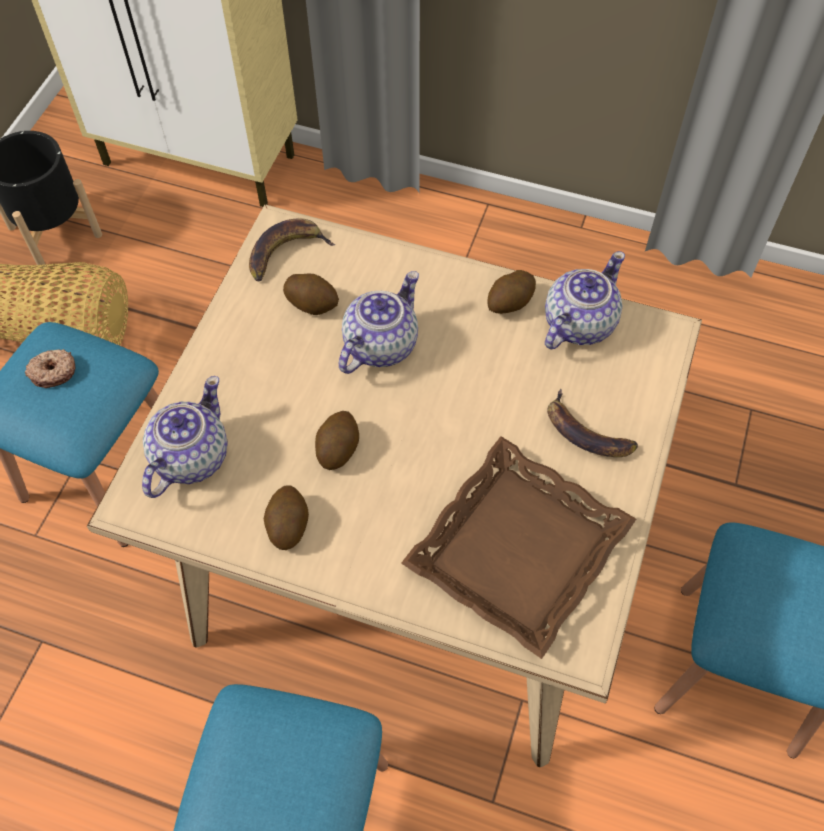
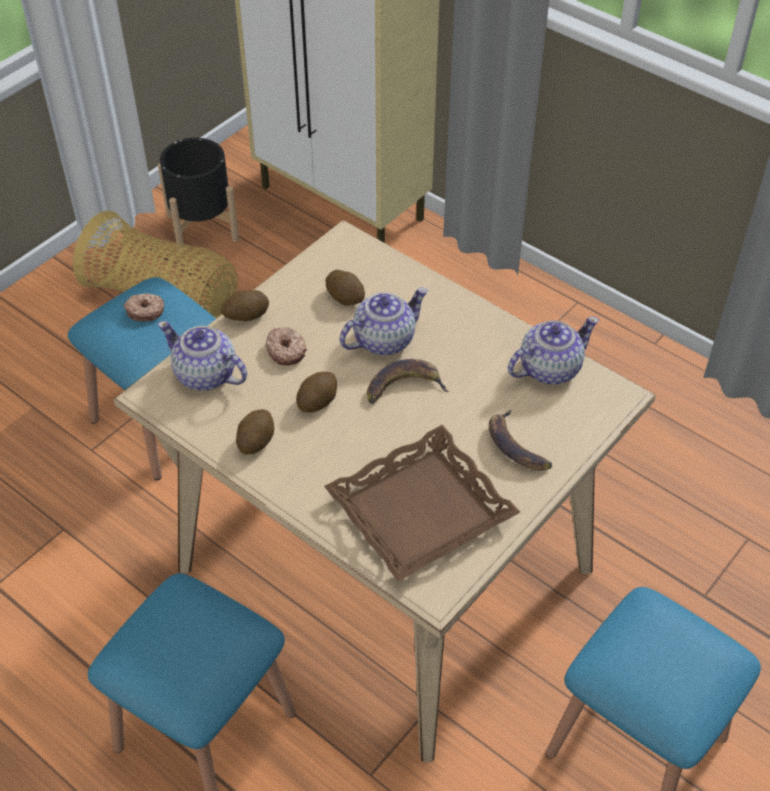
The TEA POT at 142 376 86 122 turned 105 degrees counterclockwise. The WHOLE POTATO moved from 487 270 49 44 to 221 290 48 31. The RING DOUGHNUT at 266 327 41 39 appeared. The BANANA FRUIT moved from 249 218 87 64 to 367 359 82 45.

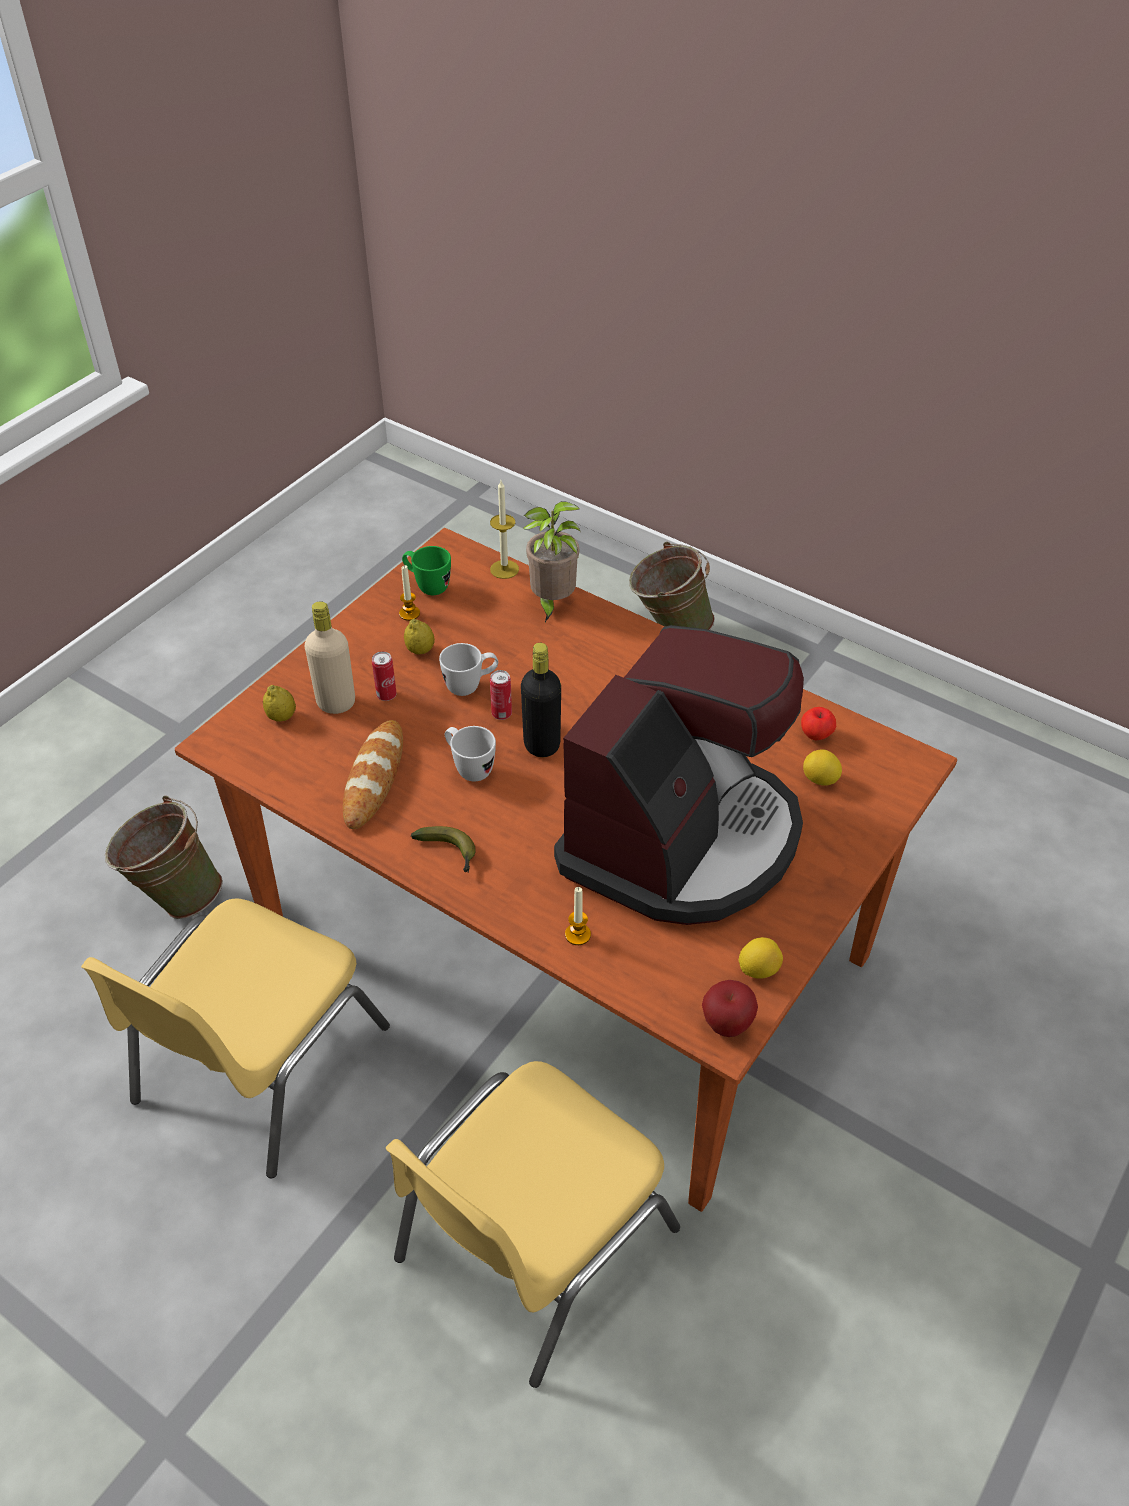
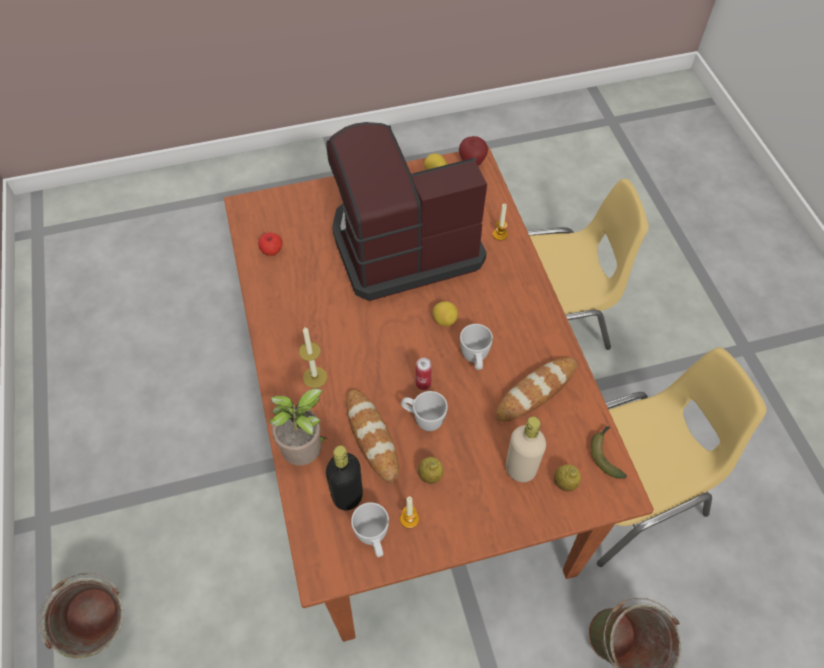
The CANDLE moved from 490 481 29 98 to 299 327 28 61. The BLACK BOTTLE moved from 521 643 40 114 to 326 445 37 66. The BAKED BREAD at 346 390 53 93 appeared. The GREEN-COLOURED MUG at 402 546 49 49 became the WHITE-COLOURED MUG at 351 502 38 55. The WHOLE LEMON moved from 803 749 39 37 to 433 301 25 26. The BANANA FRUIT moved from 411 826 65 47 to 591 426 36 53. The METAL CAN at 372 651 25 50 disappeared.

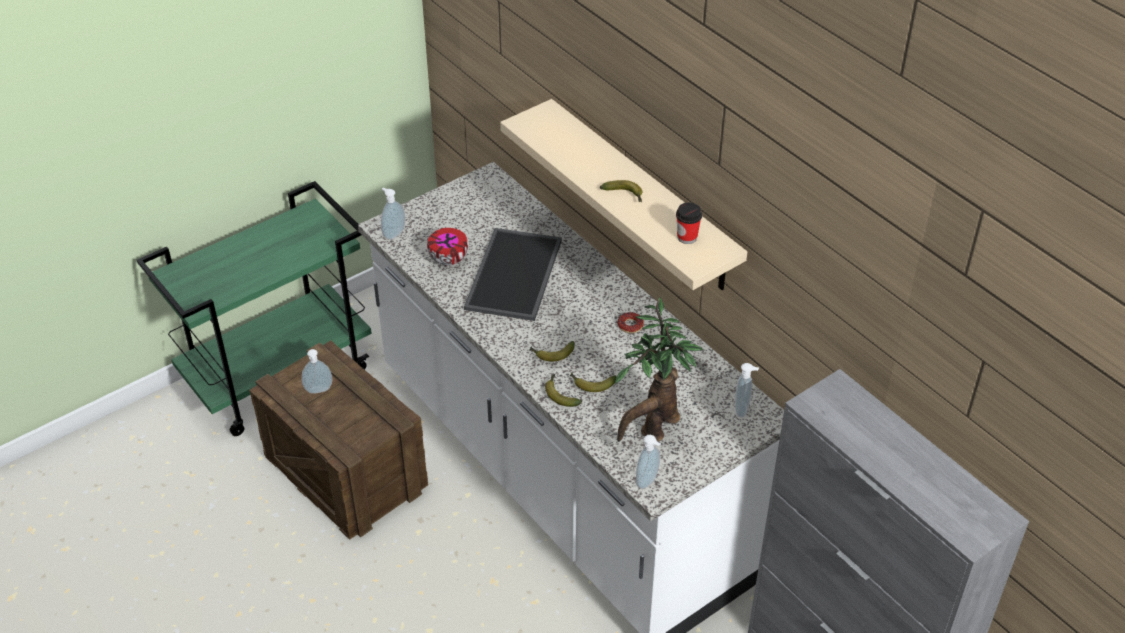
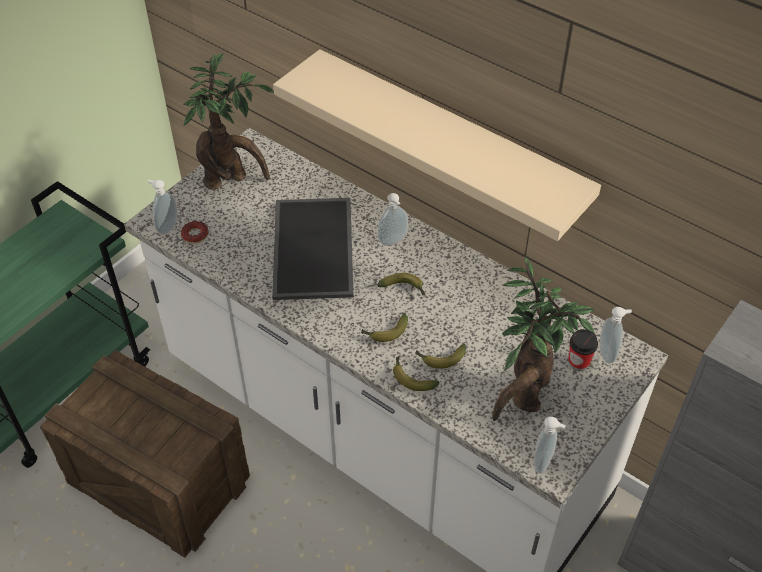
The RING DOUGHNUT moved from 617 312 27 21 to 181 221 27 23. The POTTED PLANT at 183 53 91 137 appeared. The LIQUID SOAP BOTTLE moved from 301 349 31 45 to 377 193 31 53. The BANANA FRUIT moved from 600 180 42 22 to 377 273 48 22. The SMALL CUP moved from 676 202 26 42 to 568 329 30 42. The BOWL at 427 228 41 38 disappeared.

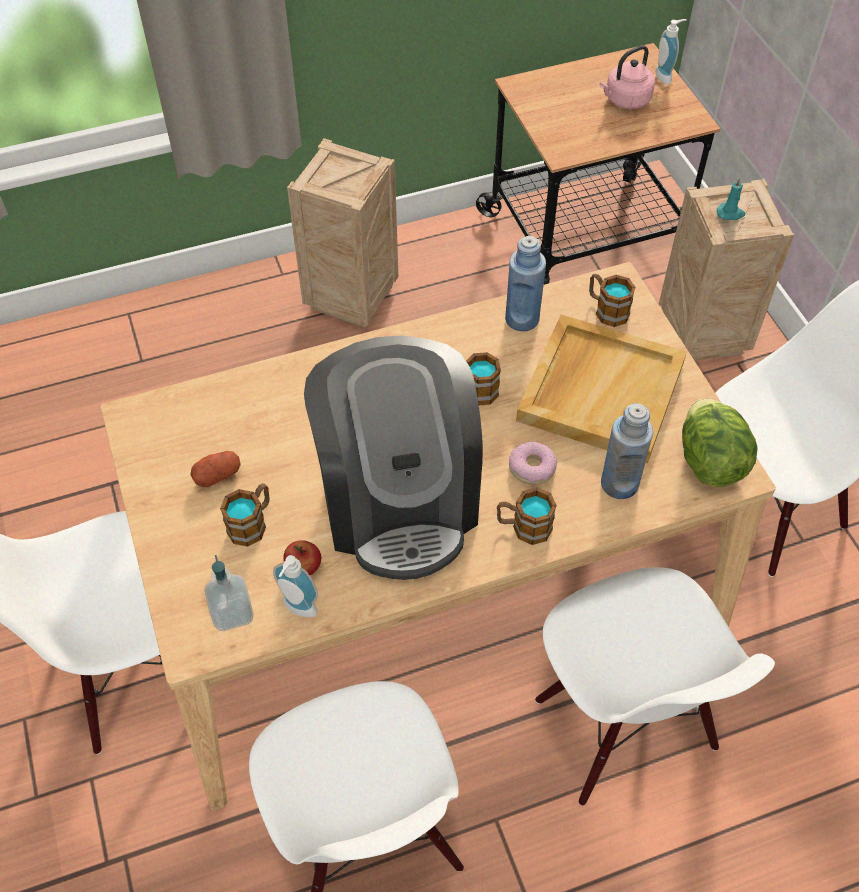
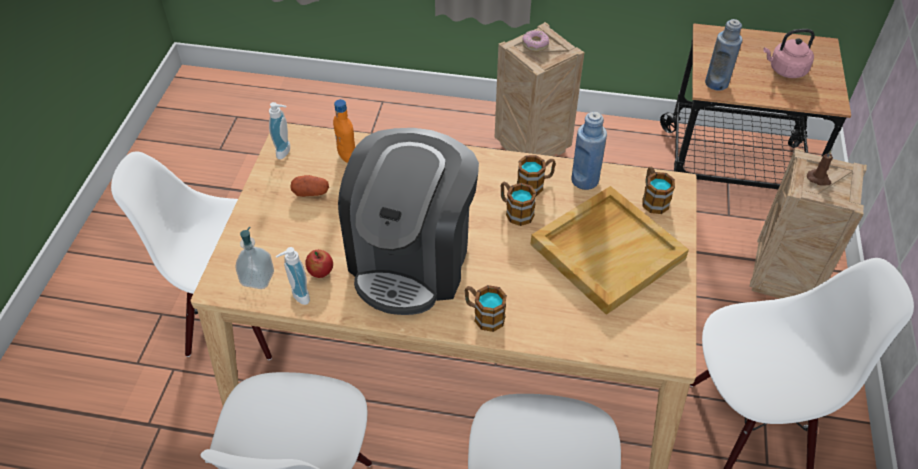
The LIQUID SOAP BOTTLE moved from 655 19 32 65 to 269 102 21 57. The ORANGE-COLOURED BOTTLE at 333 99 22 64 appeared. The MUG moved from 220 483 50 64 to 517 155 39 41. The RING DOUGHNUT moved from 509 441 48 44 to 522 30 27 22. The BLUE BOTTLE moved from 601 403 52 96 to 705 19 37 72. The BLUE-GREEN CANDLE at 717 178 28 42 became the BROWN CANDLE at 807 150 26 36. The LETTUCE at 682 398 76 89 disappeared.

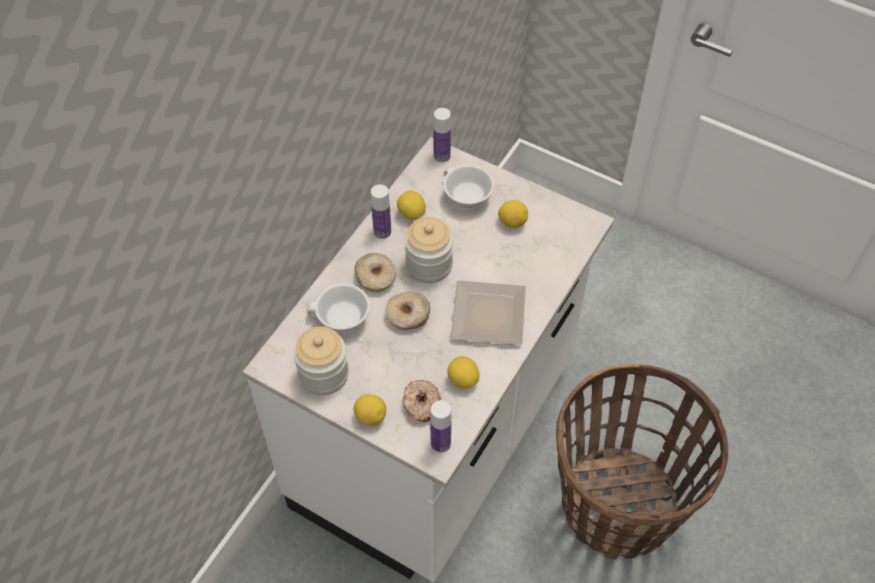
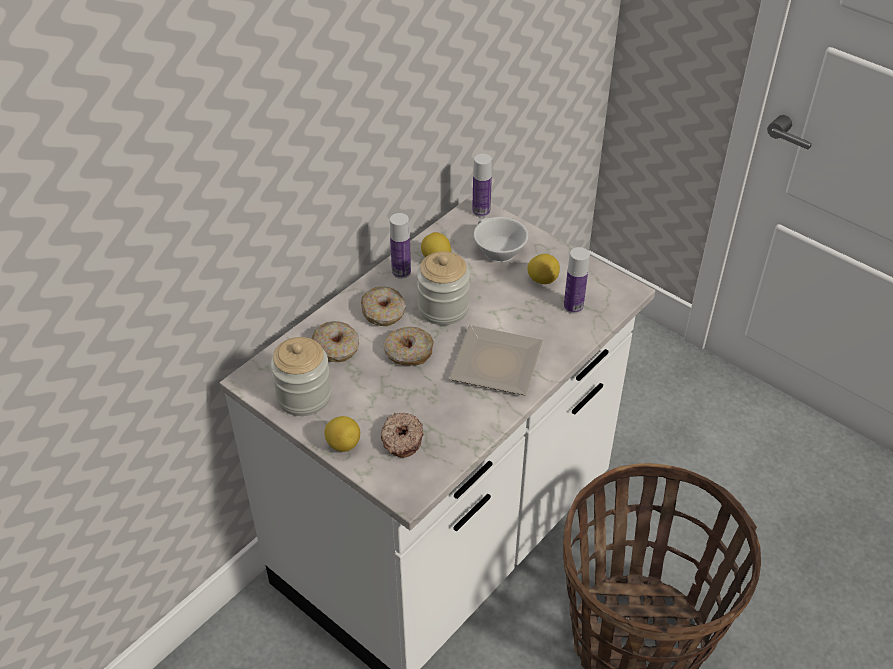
The WHITE-COLOURED SMALL CUP at 307 284 63 48 was replaced by the RING DOUGHNUT at 312 321 47 41. The BOTTLE moved from 430 400 22 53 to 564 247 26 67. The WHOLE LEMON at 447 356 32 33 disappeared.

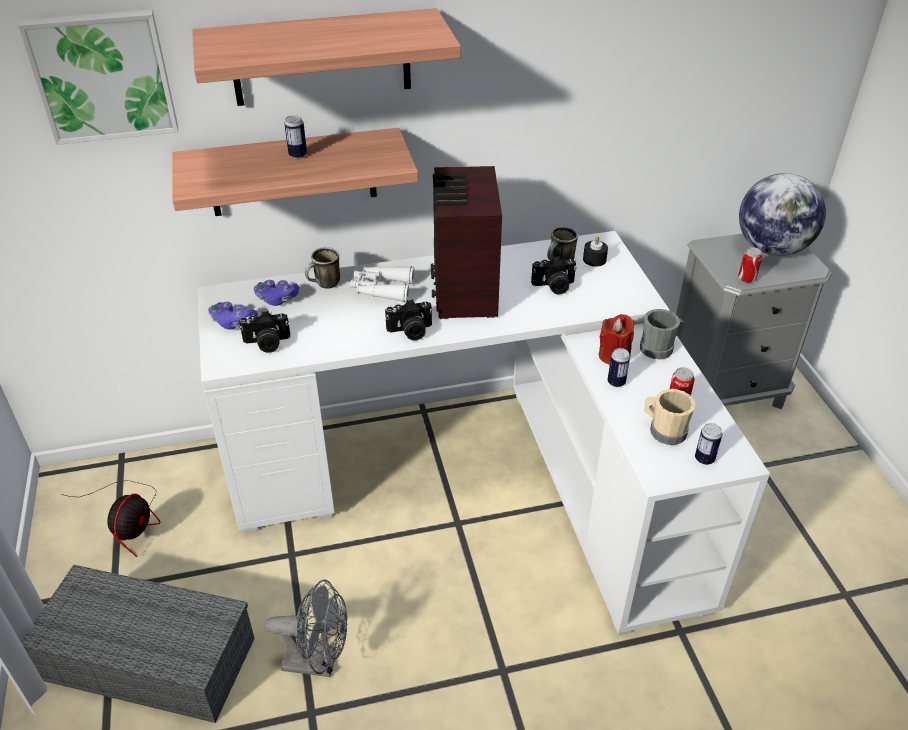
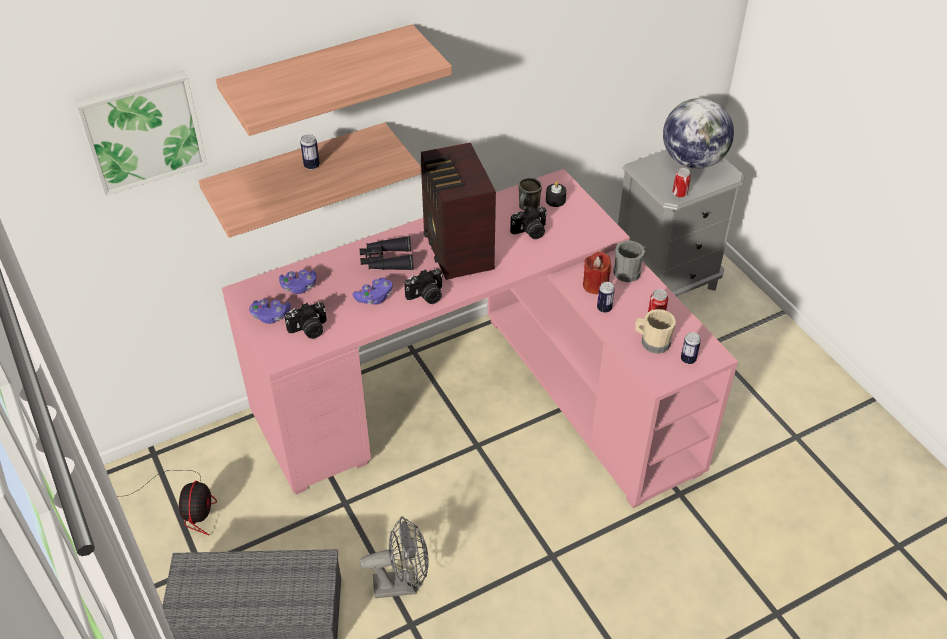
The WHITE-COLOURED DESK TABLE at 198 231 572 404 became the PINK DESK TABLE at 222 169 516 339. The PURPLE JOYPAD at 353 278 40 26 appeared. The WHITE-COLOURED FIELD GLASSES at 350 266 65 37 became the BLACK FIELD GLASSES at 360 236 54 34. The MUG at 305 247 35 42 disappeared.

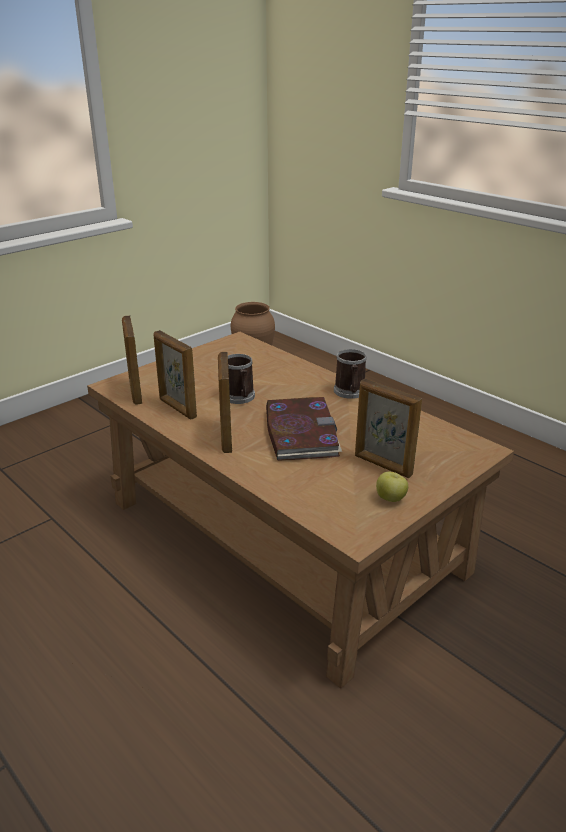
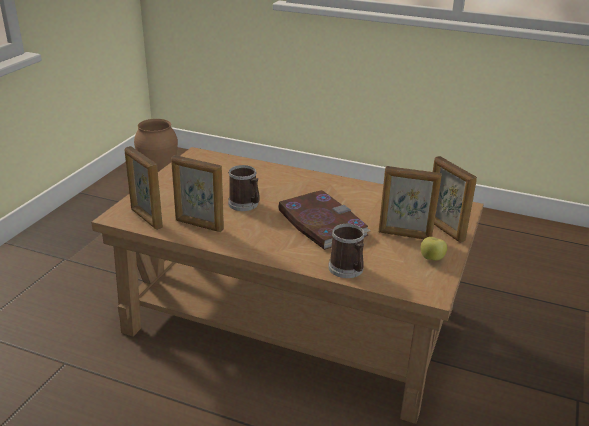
The MUG moved from 334 349 33 50 to 328 224 37 54. The PHOTO FRAME moved from 218 352 14 101 to 433 156 44 87.

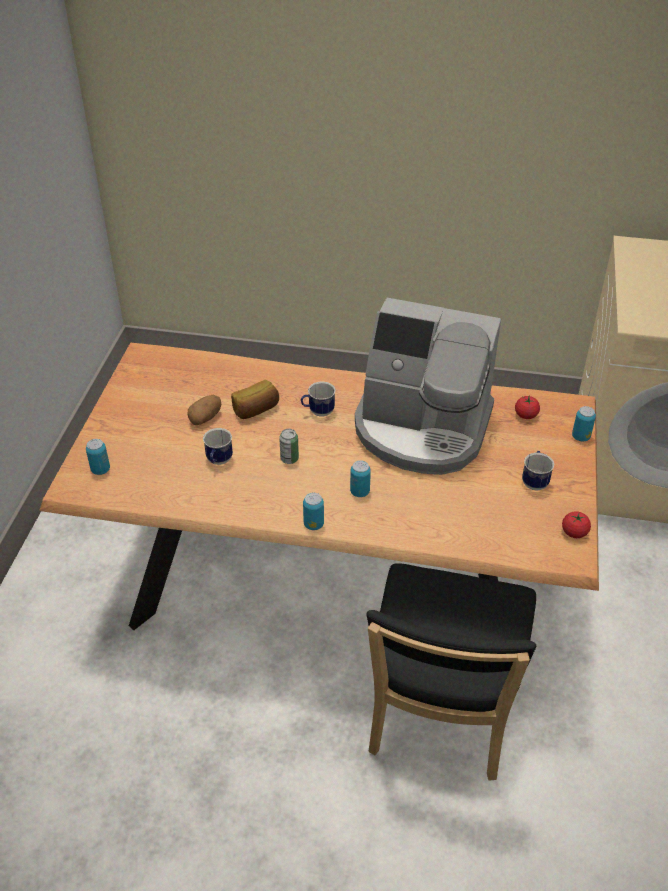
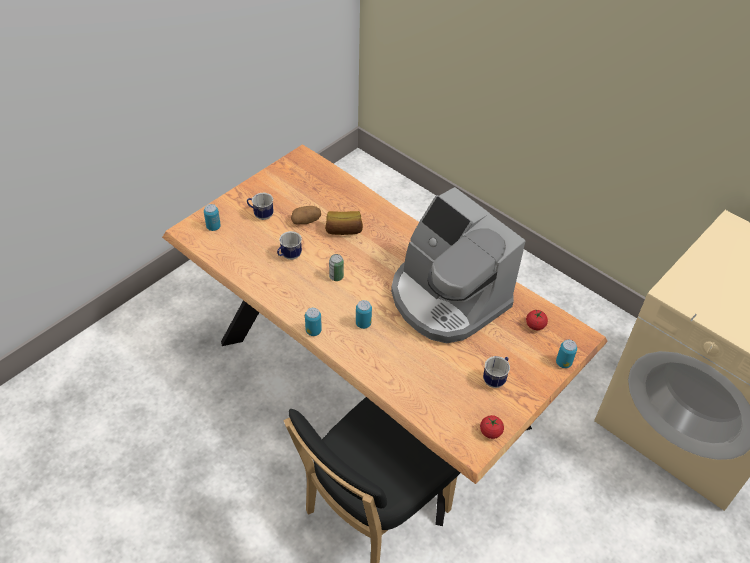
The MUG moved from 301 381 35 36 to 247 193 27 27.

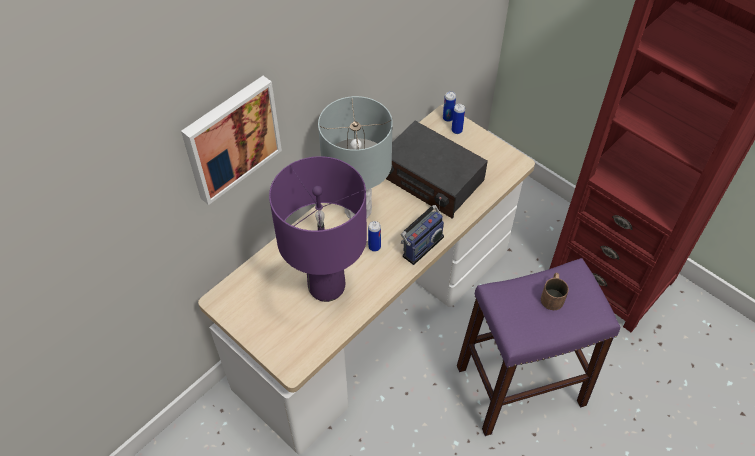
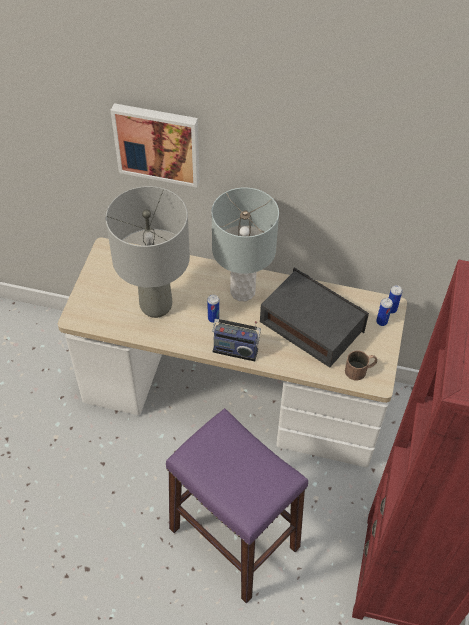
The PURPLE TABLE LAMP at 269 156 98 146 became the GREYISH TABLE LAMP at 106 186 84 132. The RADIO RECEIVER at 386 121 102 98 turned 120 degrees clockwise. The BROWN MUG moved from 541 273 28 37 to 345 351 32 29.

